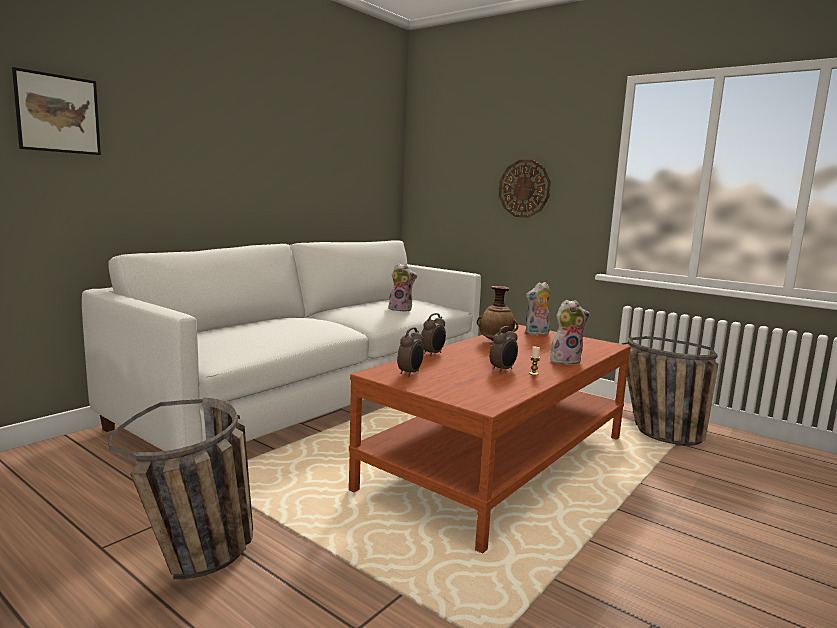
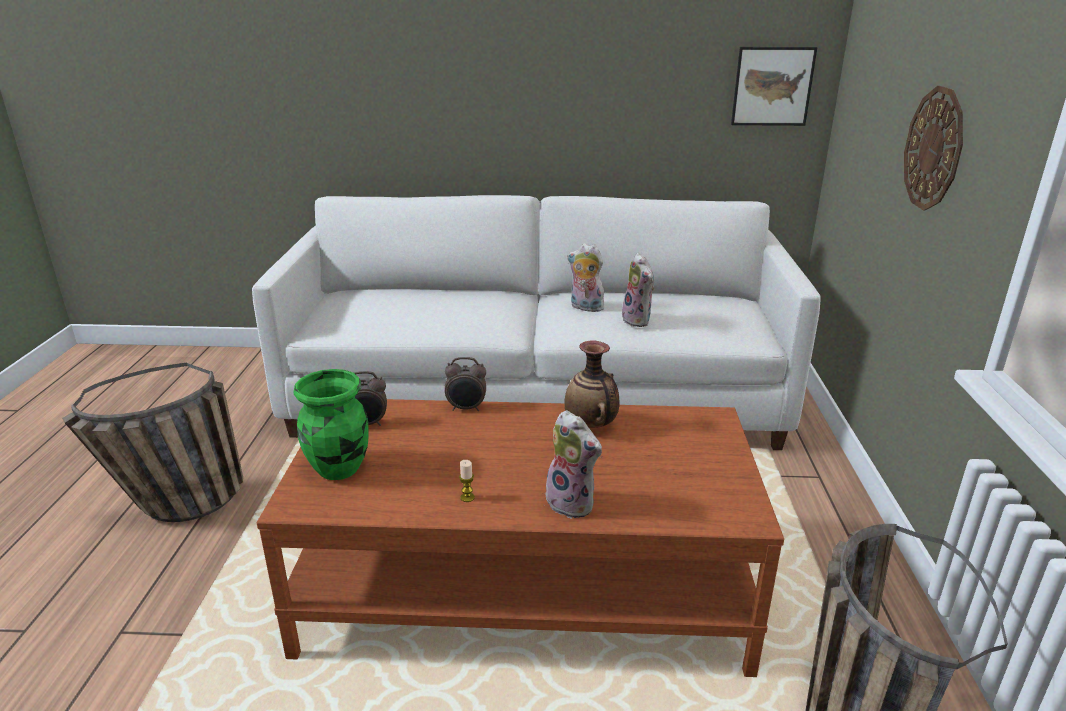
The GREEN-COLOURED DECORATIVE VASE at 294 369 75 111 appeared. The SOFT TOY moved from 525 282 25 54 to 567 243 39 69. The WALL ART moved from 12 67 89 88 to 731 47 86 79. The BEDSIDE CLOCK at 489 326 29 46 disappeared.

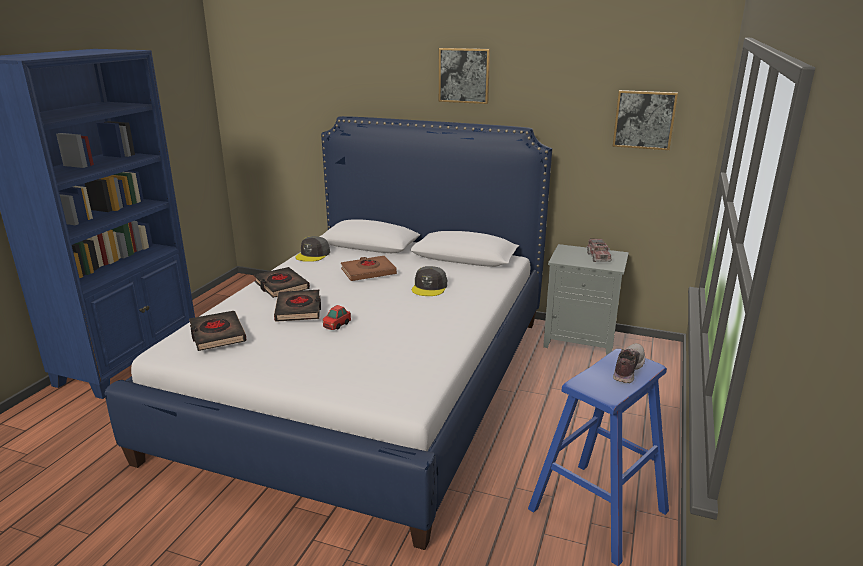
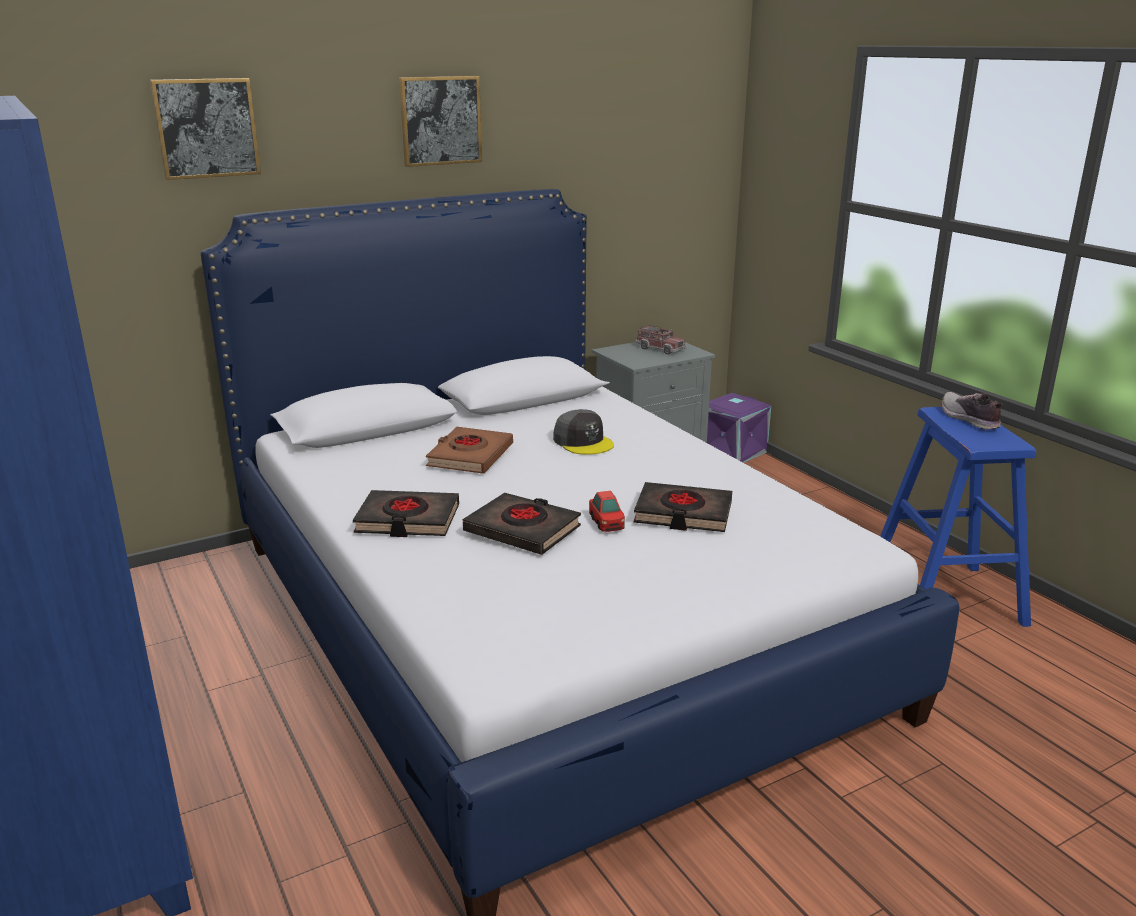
The WALL ART moved from 613 90 65 60 to 150 78 111 102. The BLACK VOLUME moved from 189 311 58 40 to 634 482 98 50. The PURPLE STORAGE BOX at 707 393 64 70 appeared. The GREYISH BASEBALL CAP at 296 236 34 26 disappeared.

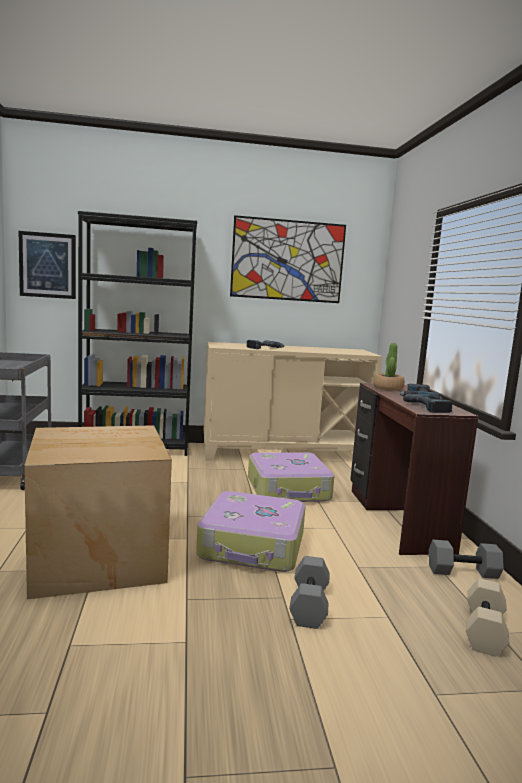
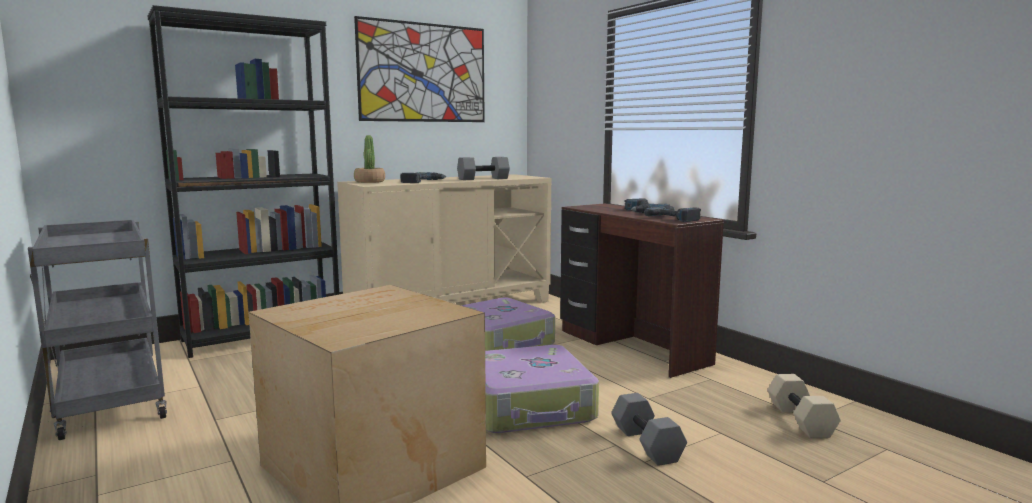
The POTTED PLANT moved from 373 343 32 48 to 354 135 31 48. The GREYISH DUMBBELL moved from 429 540 75 39 to 457 157 53 23. The WALL ART at 18 231 58 68 disappeared.

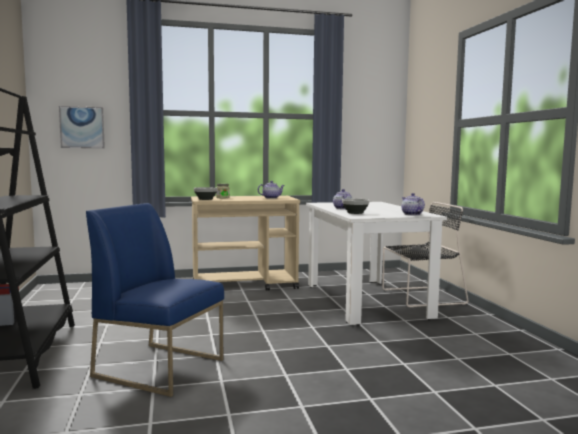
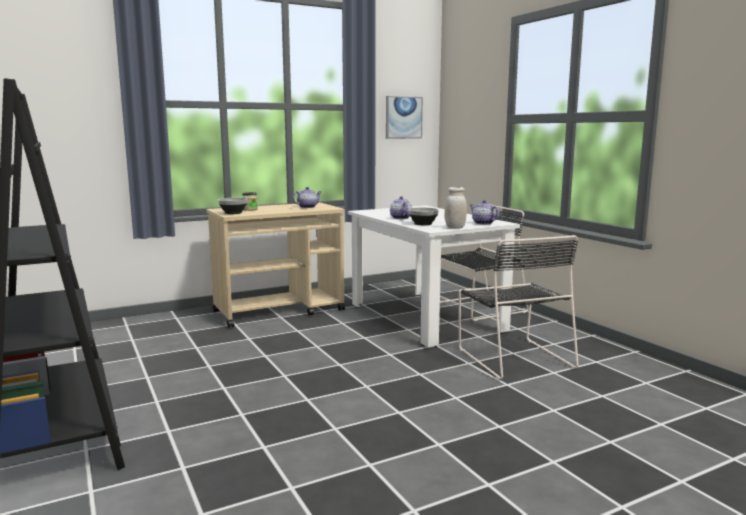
The WALL ART moved from 59 106 46 42 to 386 96 37 43. The WHITE-COLOURED JAR at 445 187 22 41 appeared. The BLACK UPRIGHT CHAIR at 459 235 120 145 appeared. The BLUE UPRIGHT CHAIR at 86 203 138 194 disappeared.

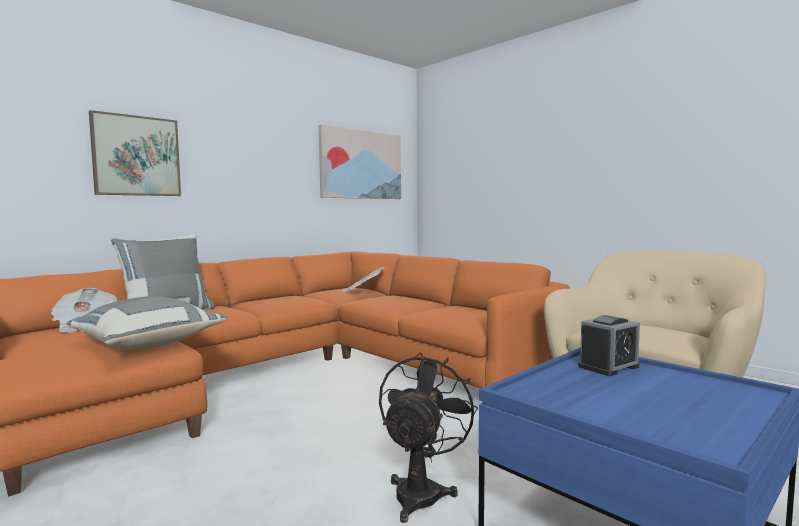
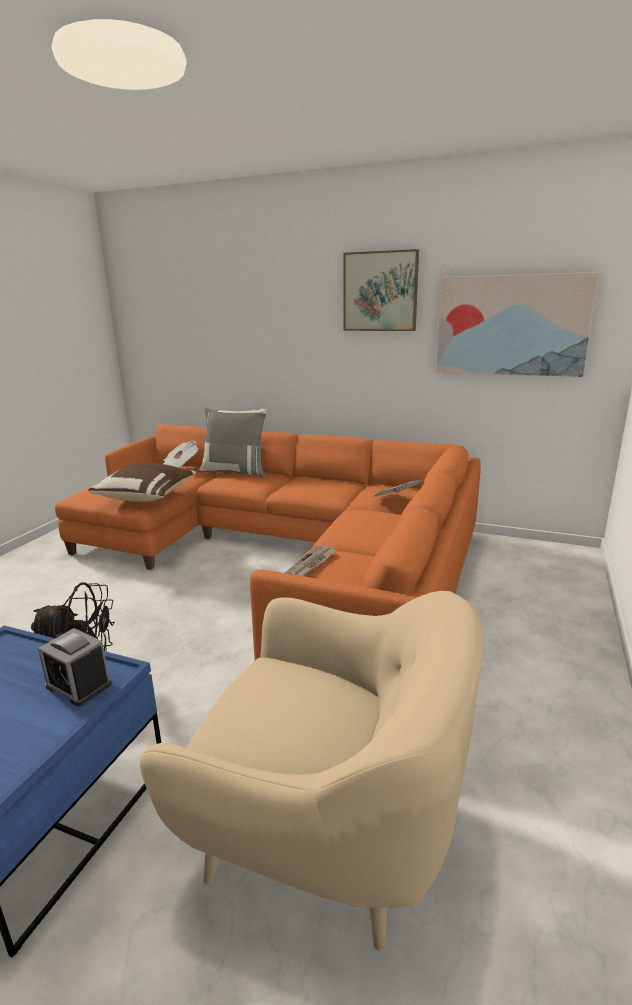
The GREYISH THROW PILLOW at 67 296 160 54 became the BROWN THROW PILLOW at 88 463 108 39. The PRINTED PAPER at 285 545 52 32 appeared. The WALL ART moved from 89 110 92 86 to 343 249 76 82.

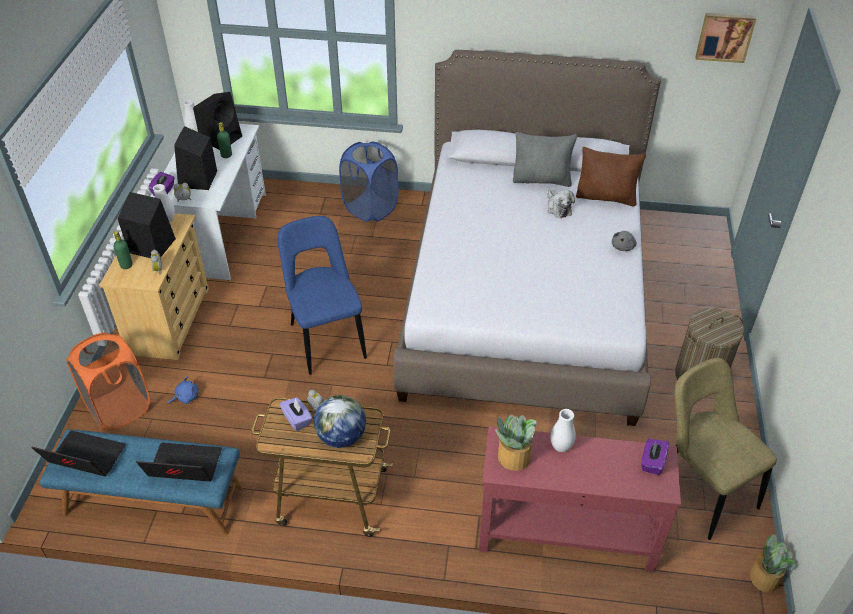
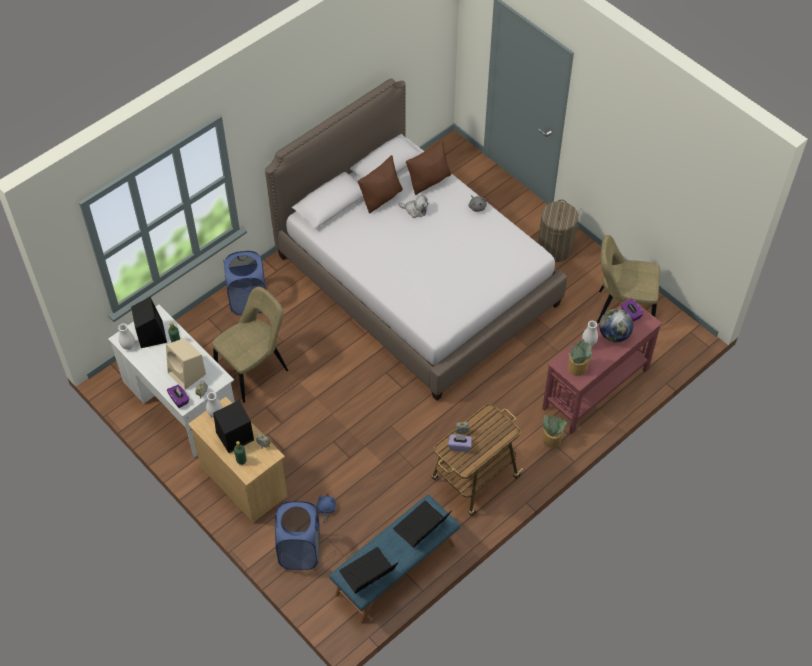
The BLACK SPEAKER at 174 126 43 64 became the BEIGE SPEAKER at 166 338 40 52. The BEIGE UPRIGHT CHAIR at 212 286 76 117 appeared. The ORANGE-COLOURED HAMPER at 66 333 85 97 became the BLUE HAMPER at 275 501 45 69. The GREYISH THROW PILLOW at 513 132 64 55 became the BROWN THROW PILLOW at 358 155 45 59. The POTTED PLANT moved from 750 534 46 59 to 541 415 26 33. The GLOBE moved from 314 395 52 53 to 599 309 34 33. The BLUE UPRIGHT CHAIR at 278 216 89 159 disappeared. The WALL ART at 695 13 61 50 disappeared.

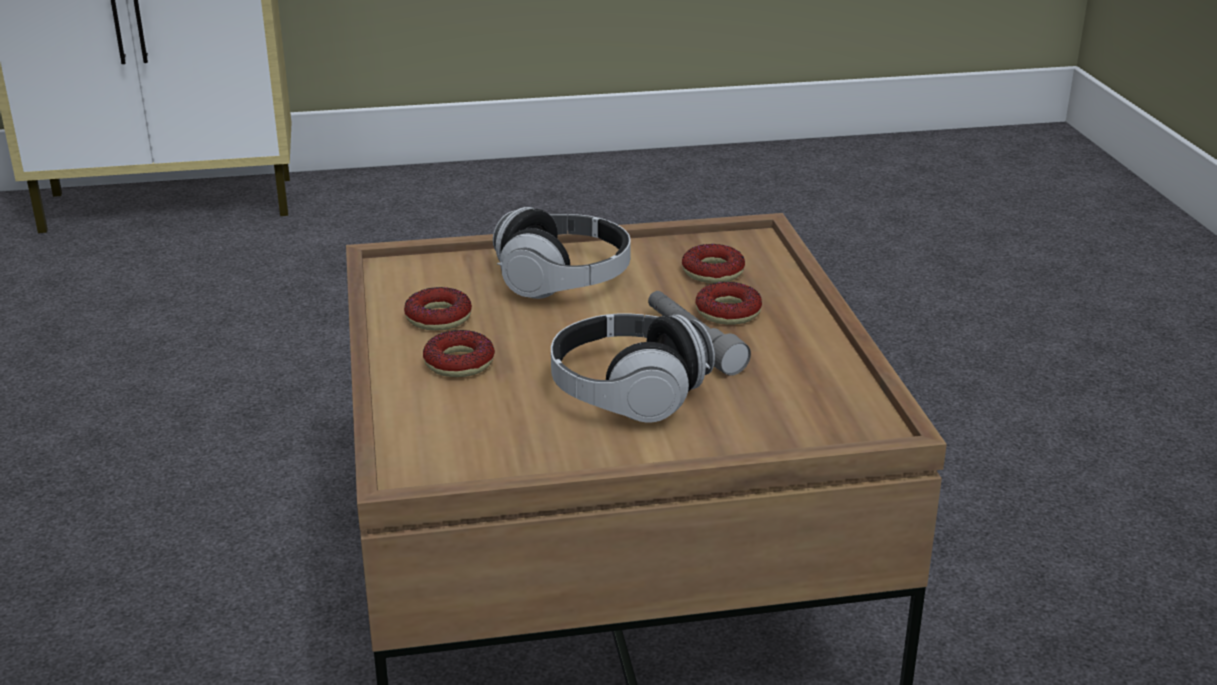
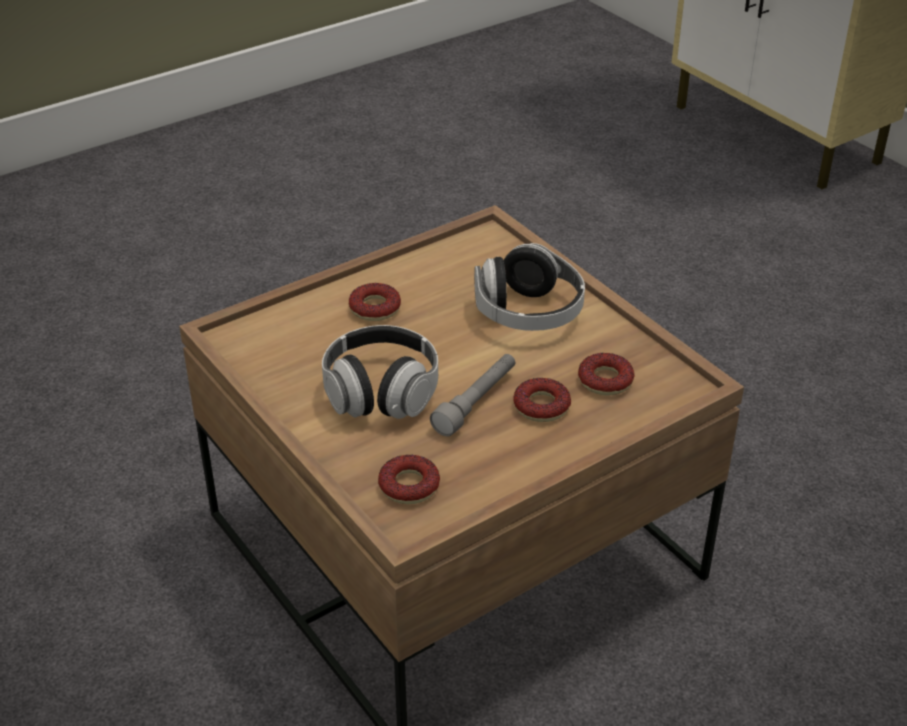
The RING DOUGHNUT moved from 404 287 68 44 to 378 455 62 49.

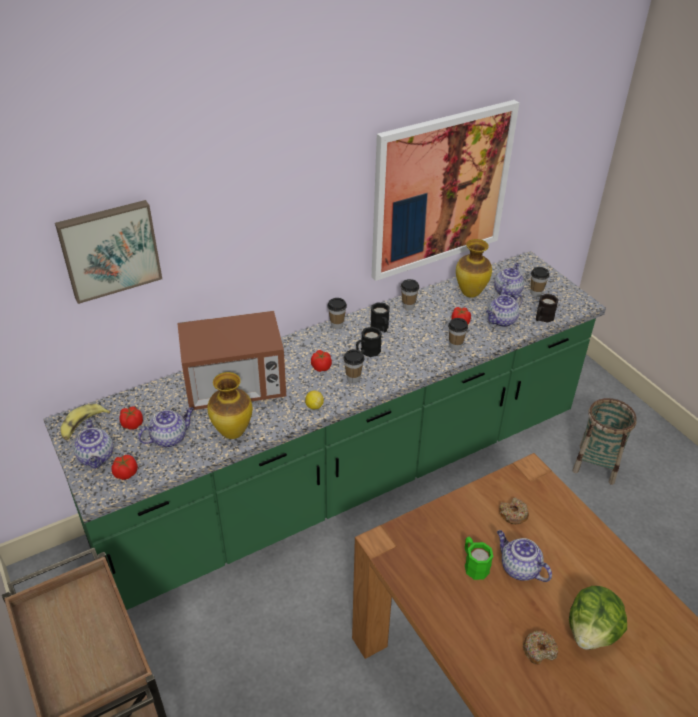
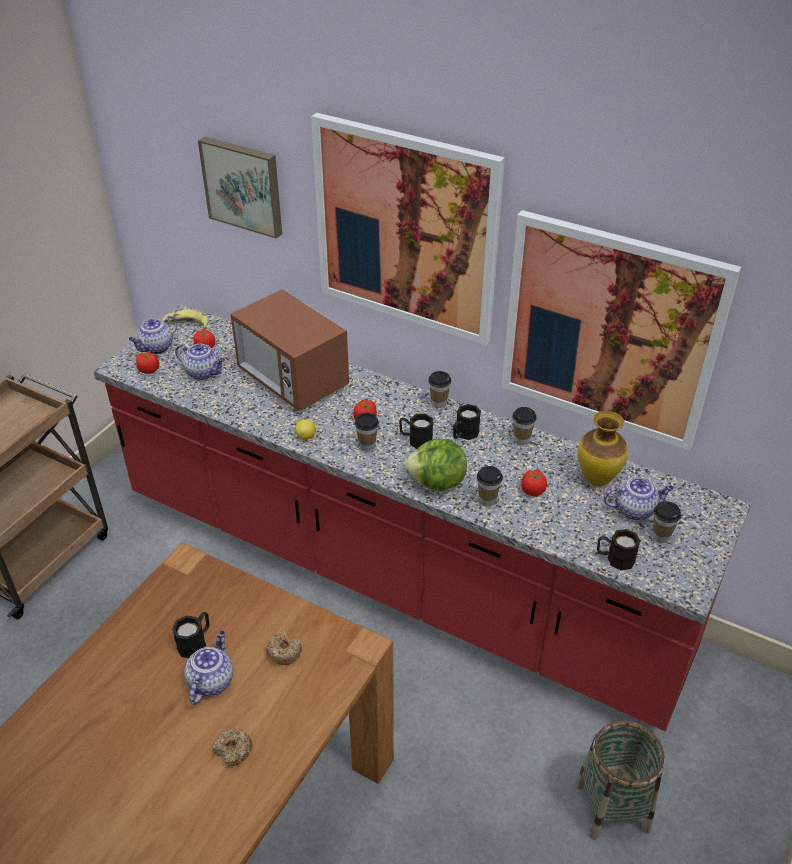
The GREEN-COLOURED COUNTER at 43 251 563 359 became the RED-COLOURED COUNTER at 93 304 658 427. The GREEN-COLOURED MUG at 465 537 28 43 became the BLACK MUG at 172 612 38 46. The RING DOUGHNUT moved from 523 631 35 34 to 213 728 40 38. The WALL ART at 311 113 194 232 appeared. The LETTUCE moved from 569 586 58 64 to 404 439 63 52. The DECORATIVE VASE at 207 372 45 67 disappeared. The TEA POT at 486 294 37 33 disappeared.

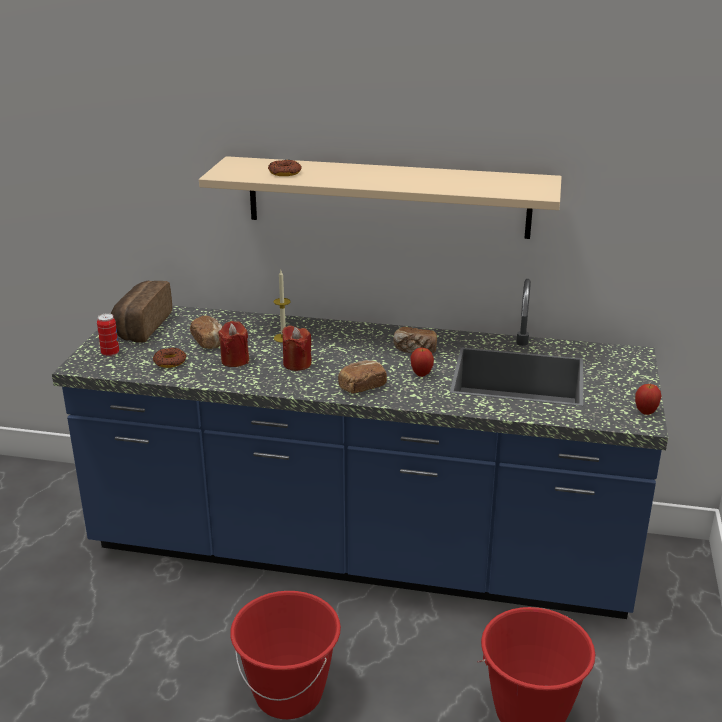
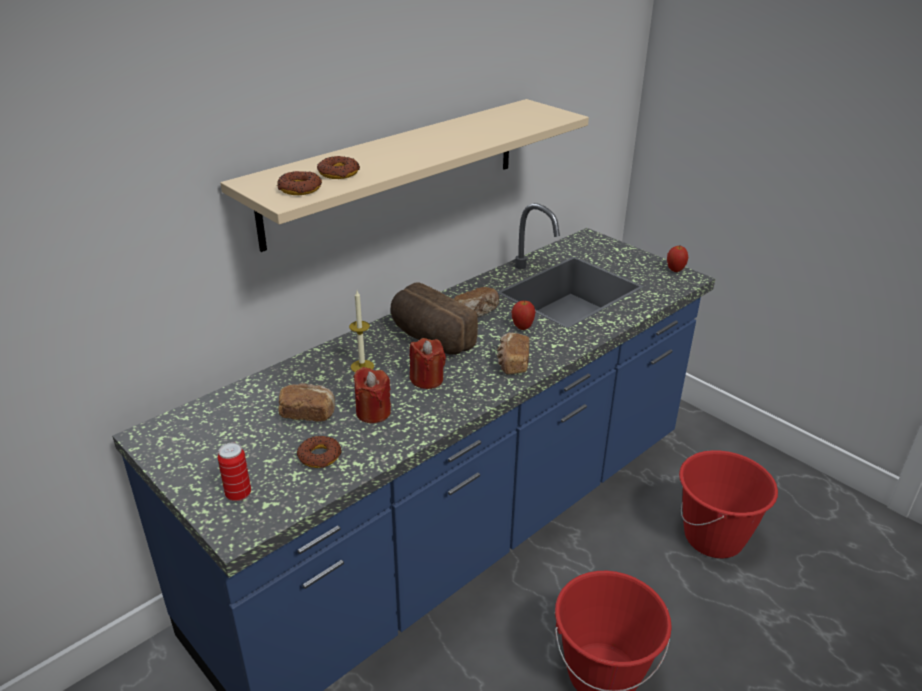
The RING DOUGHNUT at 277 171 45 24 appeared. The BAKED BREAD moved from 111 281 61 62 to 391 282 87 73.

